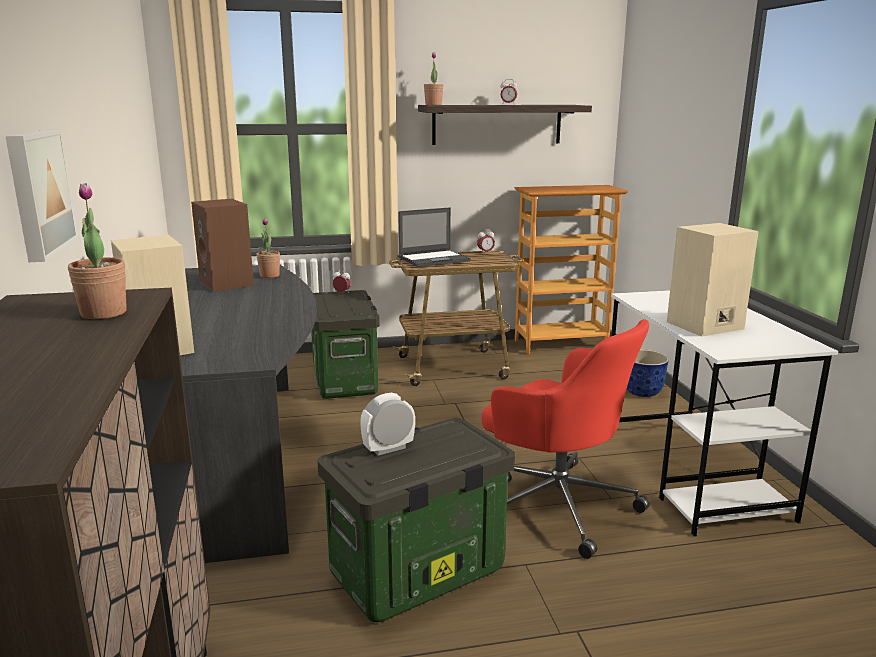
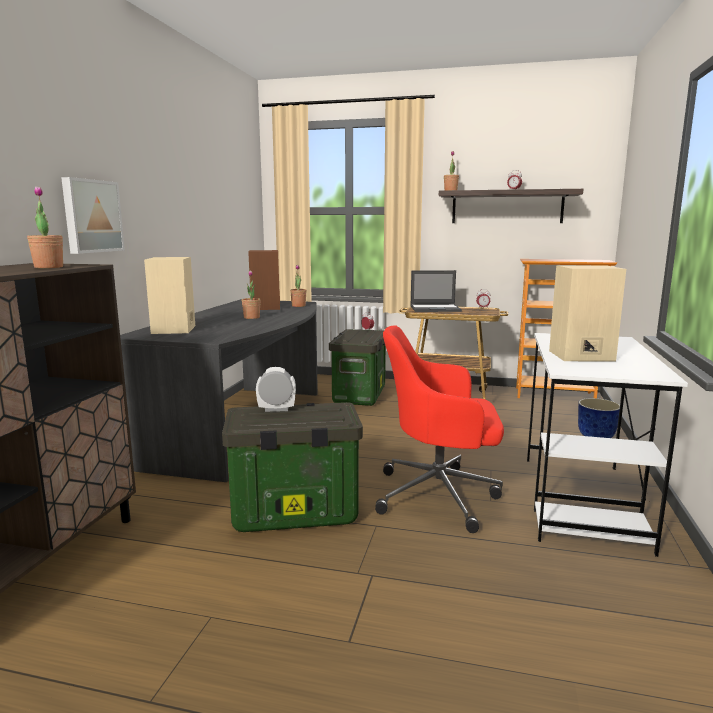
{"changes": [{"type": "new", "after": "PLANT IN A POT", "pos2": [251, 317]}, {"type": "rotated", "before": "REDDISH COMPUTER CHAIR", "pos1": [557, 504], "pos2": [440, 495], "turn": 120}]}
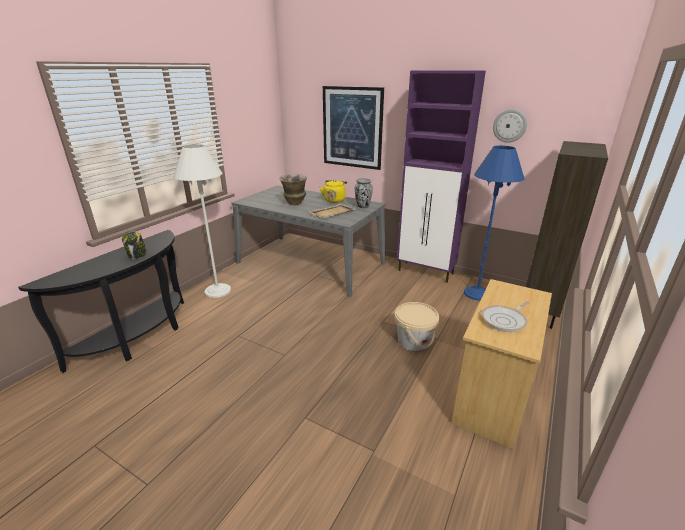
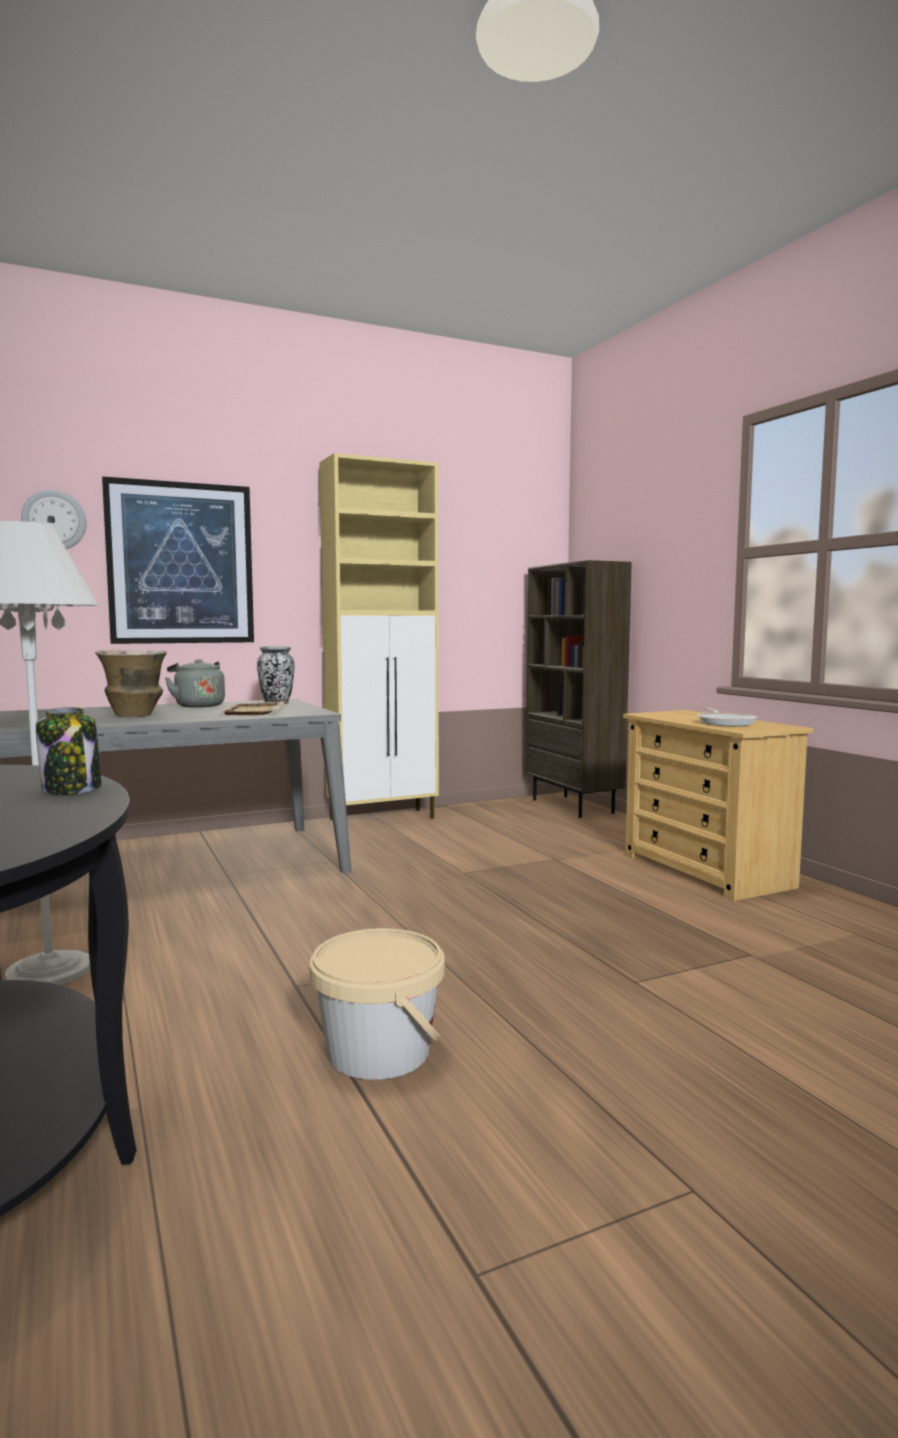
{"changes": [{"type": "gone", "before": "BLUISH STANDING LAMP", "pos1": [477, 293]}, {"type": "shifted", "before": "BEIGE PAIL", "pos1": [414, 340], "pos2": [378, 1052]}, {"type": "shifted", "before": "CLOCK ON THE WALL", "pos1": [509, 125], "pos2": [54, 520]}, {"type": "repainted", "before": "YELLOWISH KETTLE", "after": "GREY KETTLE", "pos1": [334, 200], "pos2": [198, 706]}, {"type": "repainted", "before": "PURPLISH STORAGE CABINET", "after": "BEIGE STORAGE CABINET", "pos1": [426, 272], "pos2": [383, 819]}]}
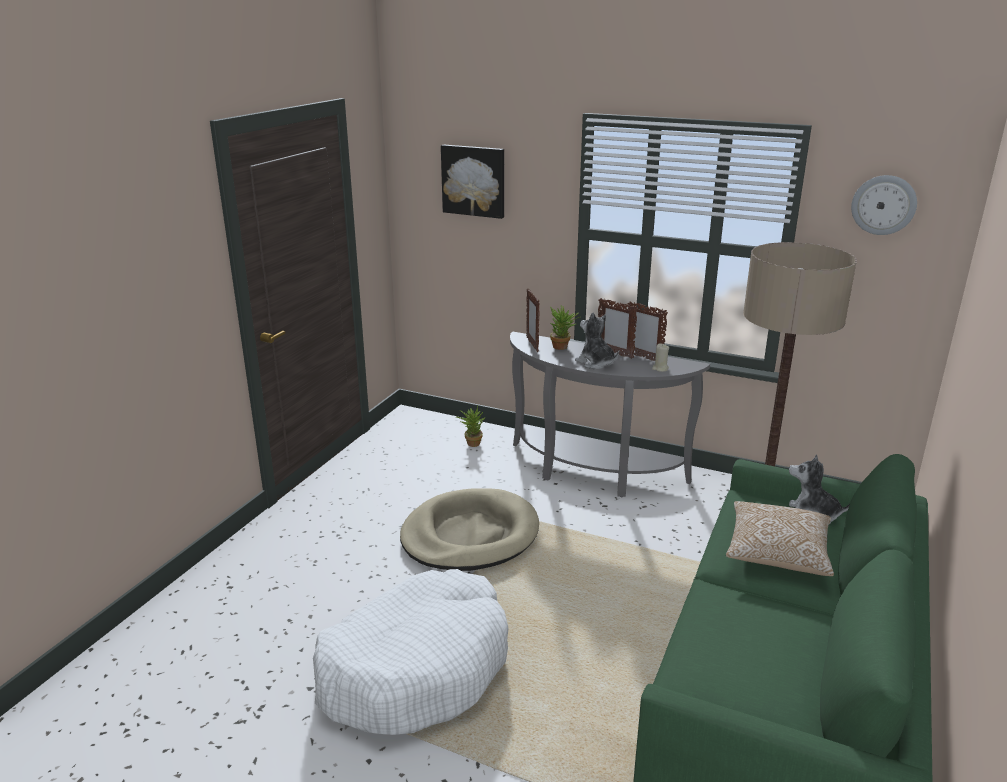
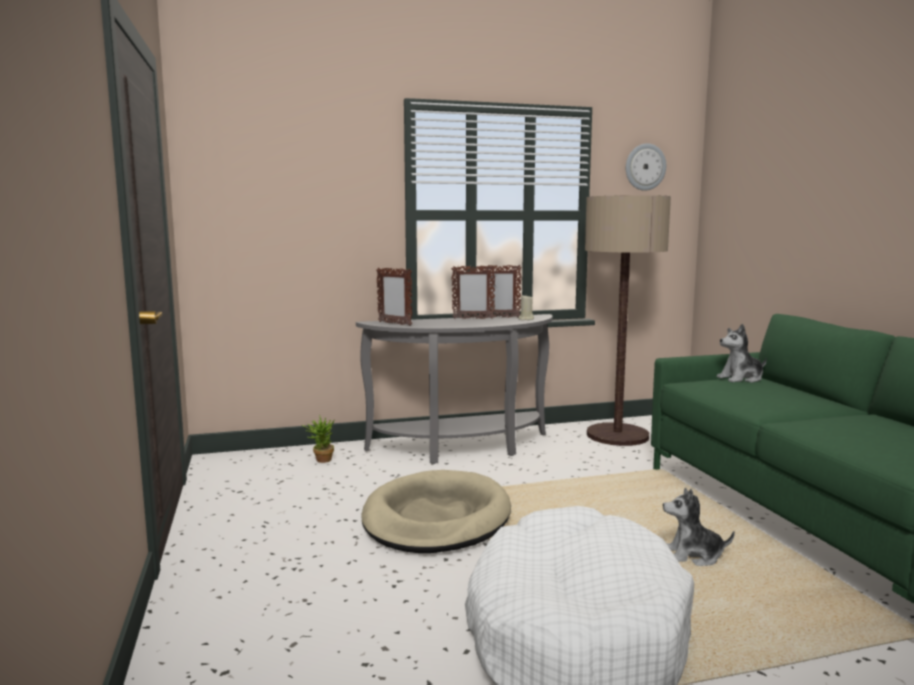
{"changes": [{"type": "gone", "before": "WALL ART", "pos1": [474, 180]}, {"type": "gone", "before": "PLANT IN A POT", "pos1": [563, 347]}, {"type": "gone", "before": "THROW PILLOW", "pos1": [777, 553]}, {"type": "shifted", "before": "PLUSH TOY", "pos1": [596, 363], "pos2": [693, 556]}]}
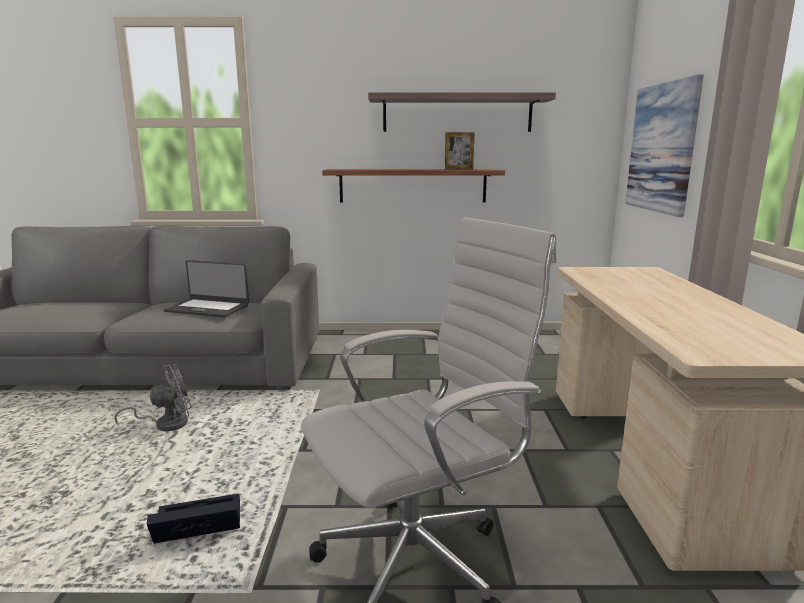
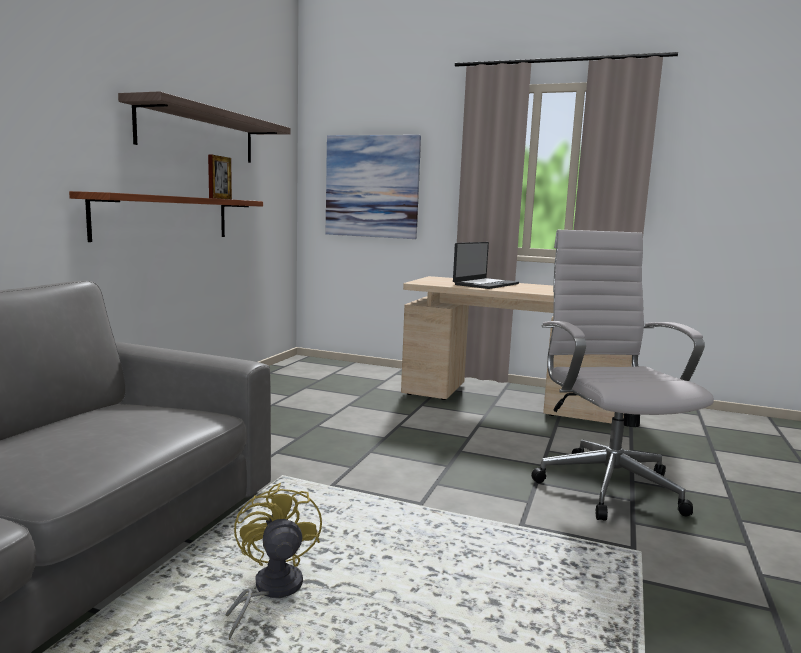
{"changes": [{"type": "gone", "before": "BLACKISH STORAGE BIN", "pos1": [196, 527]}, {"type": "shifted", "before": "PORTABLE COMPUTER", "pos1": [208, 308], "pos2": [485, 284]}, {"type": "repainted", "before": "GREY ELECTRIC FAN", "after": "YELLOWISH ELECTRIC FAN", "pos1": [166, 424], "pos2": [270, 590]}]}
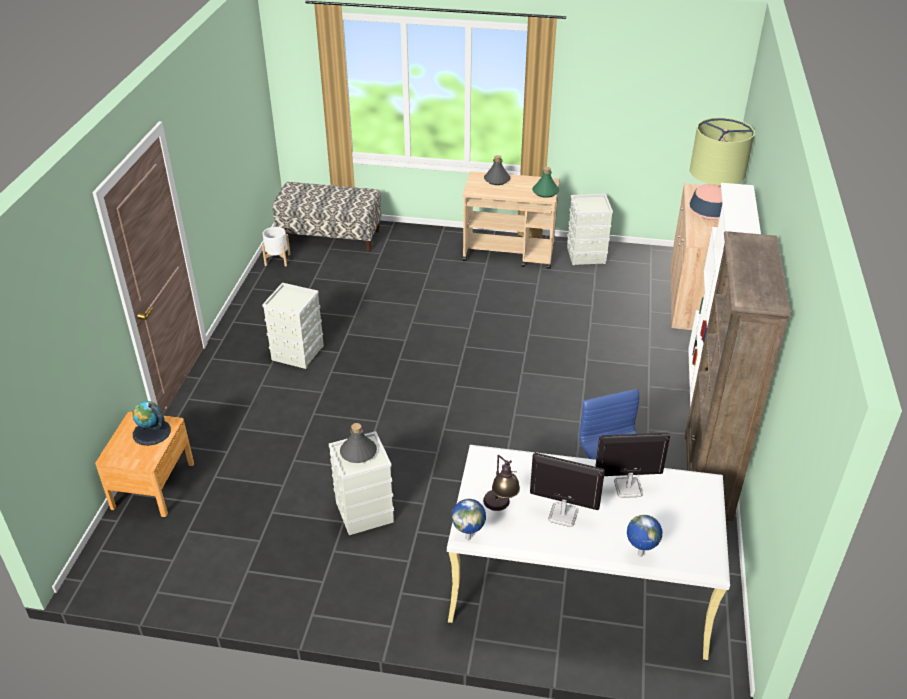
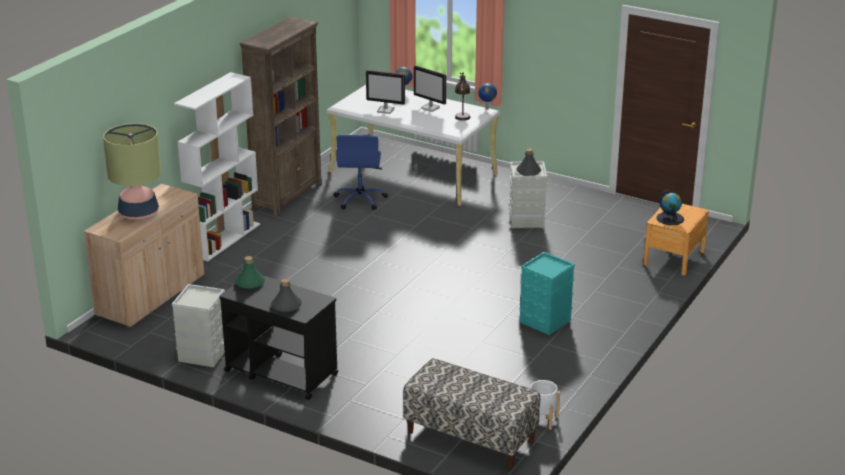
{"changes": [{"type": "repainted", "before": "GREY STORAGE BIN", "after": "TURQUOISE STORAGE BIN", "pos1": [297, 352], "pos2": [545, 321]}, {"type": "repainted", "before": "BEIGE CART", "after": "BLACKISH CART", "pos1": [509, 253], "pos2": [280, 372]}]}
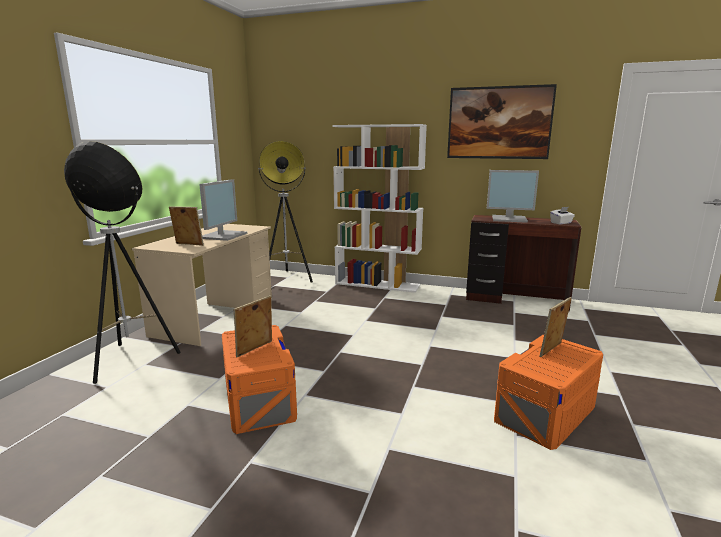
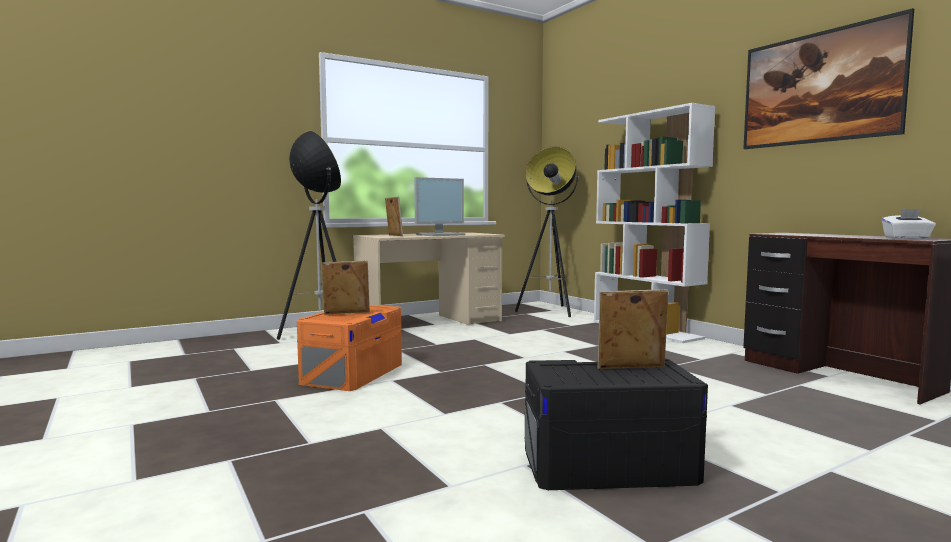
{"changes": [{"type": "gone", "before": "MONITOR", "pos1": [510, 219]}, {"type": "repainted", "before": "ORANGEY STORAGE BIN", "after": "BLACKISH STORAGE BIN", "pos1": [545, 413], "pos2": [608, 465]}]}
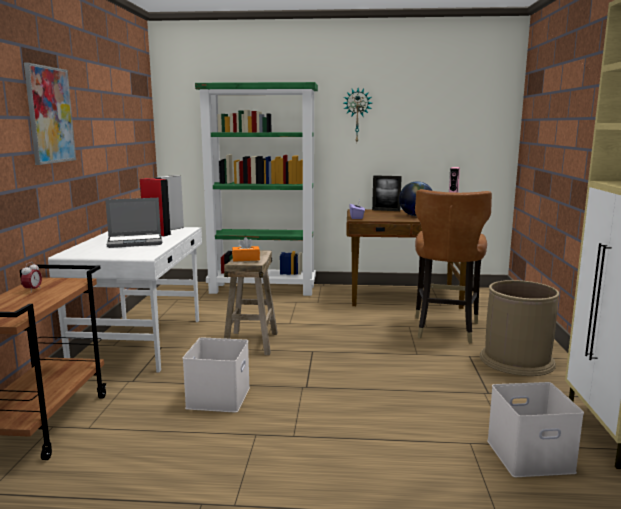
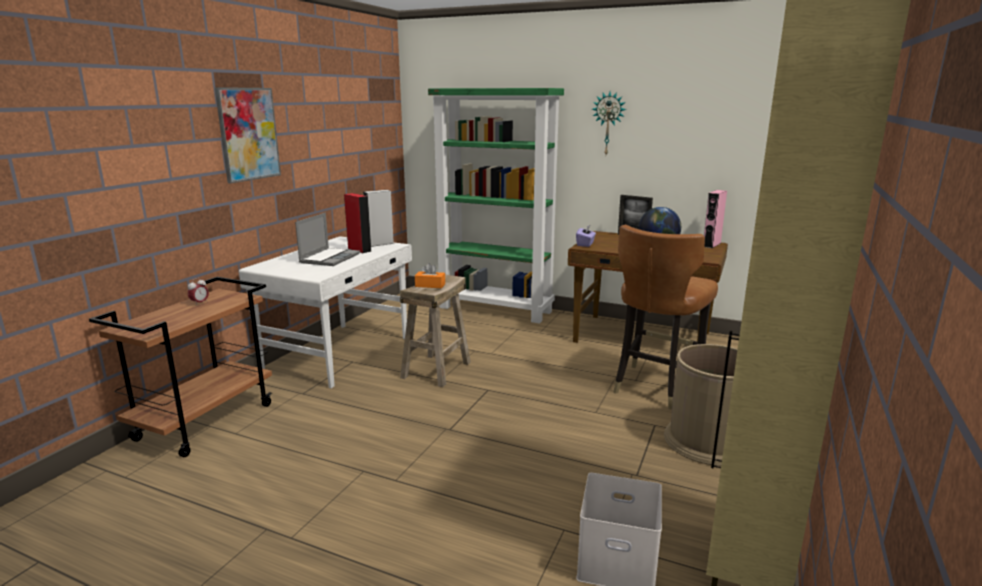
{"changes": [{"type": "gone", "before": "WHITE-COLOURED STORAGE BIN", "pos1": [217, 397]}, {"type": "rotated", "before": "PORTABLE COMPUTER", "pos1": [136, 242], "pos2": [329, 258], "turn": -75}]}
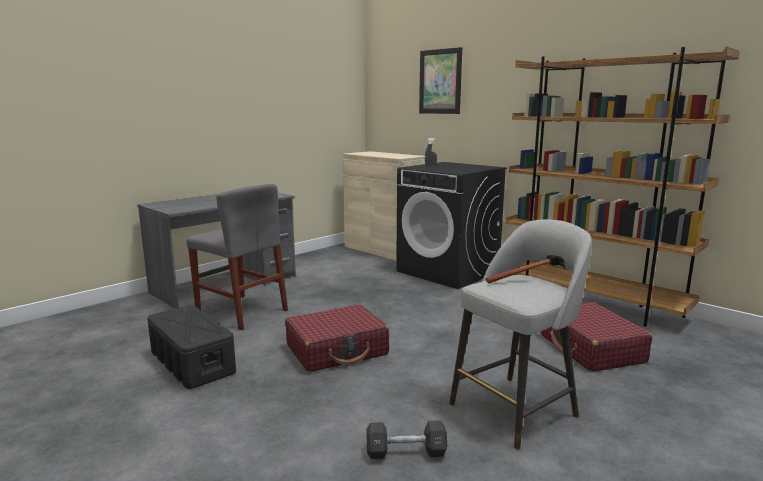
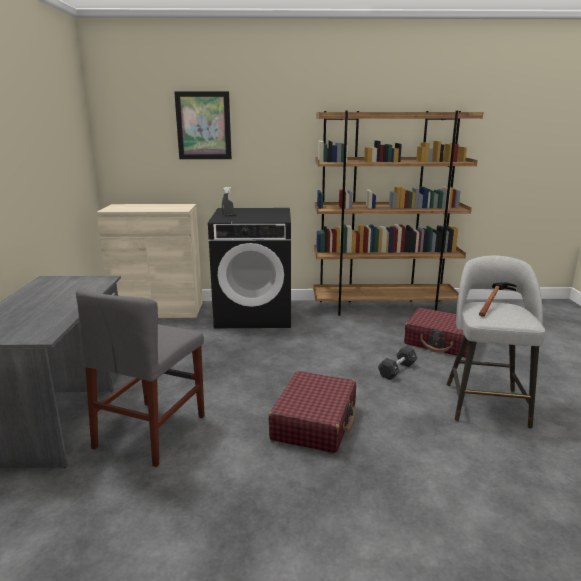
{"changes": [{"type": "gone", "before": "BLACKISH STORAGE BIN", "pos1": [192, 362]}, {"type": "shifted", "before": "BLACKISH FREE WEIGHT", "pos1": [406, 452], "pos2": [397, 370]}, {"type": "rotated", "before": "GREY UPRIGHT CHAIR", "pos1": [241, 311], "pos2": [151, 431], "turn": 120}]}
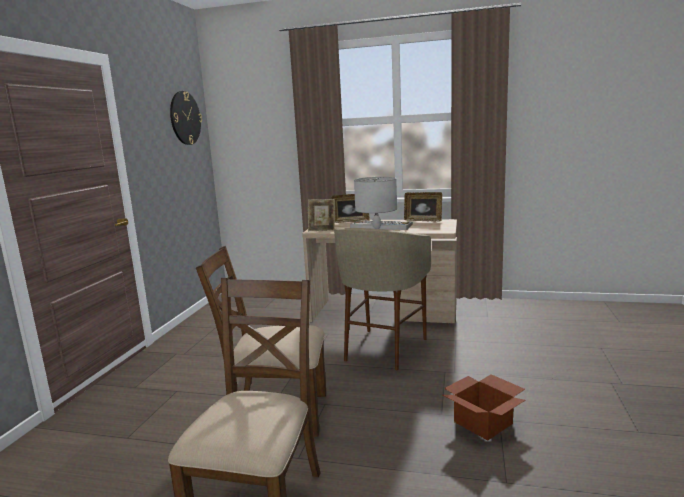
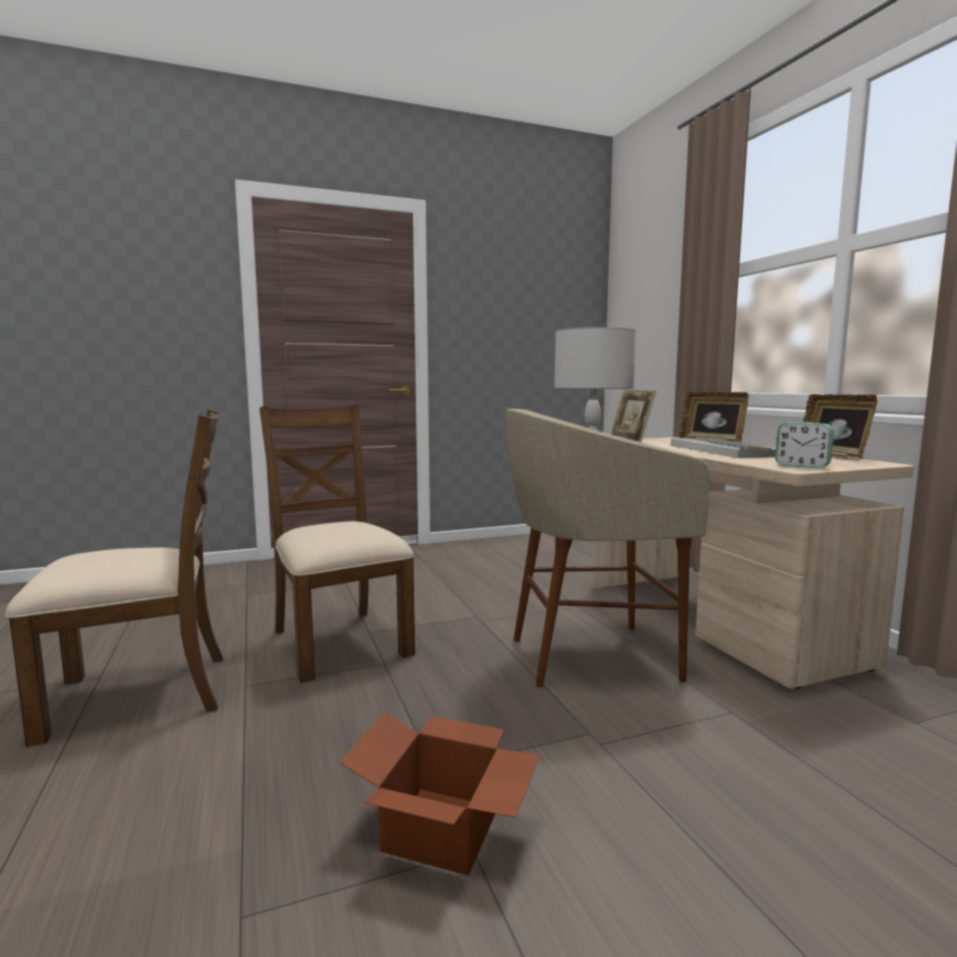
{"changes": [{"type": "gone", "before": "CLOCK ON THE WALL", "pos1": [185, 118]}, {"type": "new", "after": "ALARM CLOCK", "pos2": [802, 466]}]}
